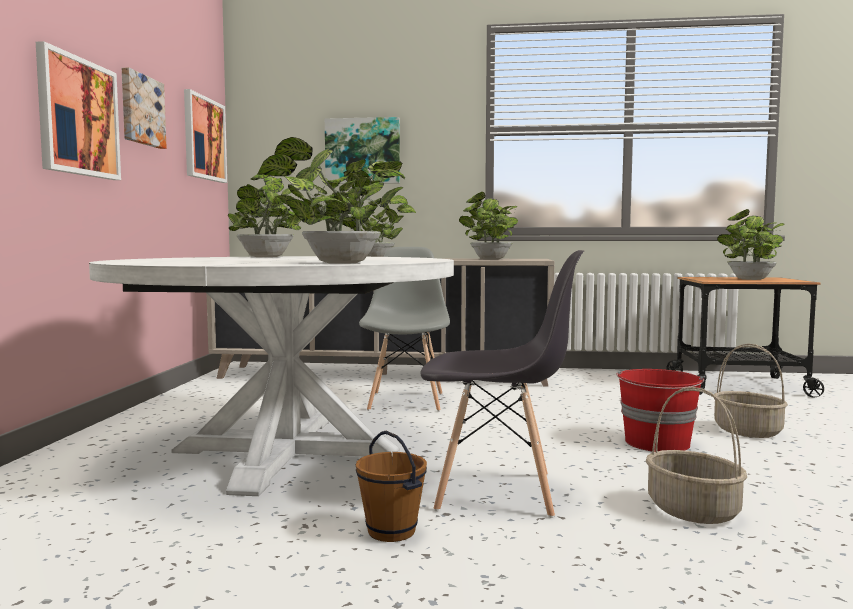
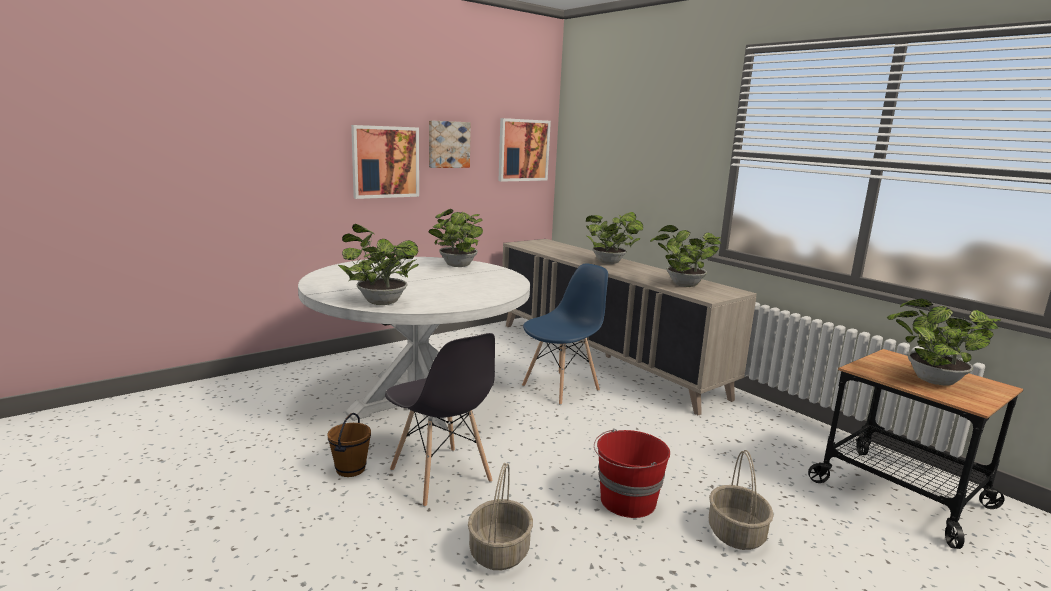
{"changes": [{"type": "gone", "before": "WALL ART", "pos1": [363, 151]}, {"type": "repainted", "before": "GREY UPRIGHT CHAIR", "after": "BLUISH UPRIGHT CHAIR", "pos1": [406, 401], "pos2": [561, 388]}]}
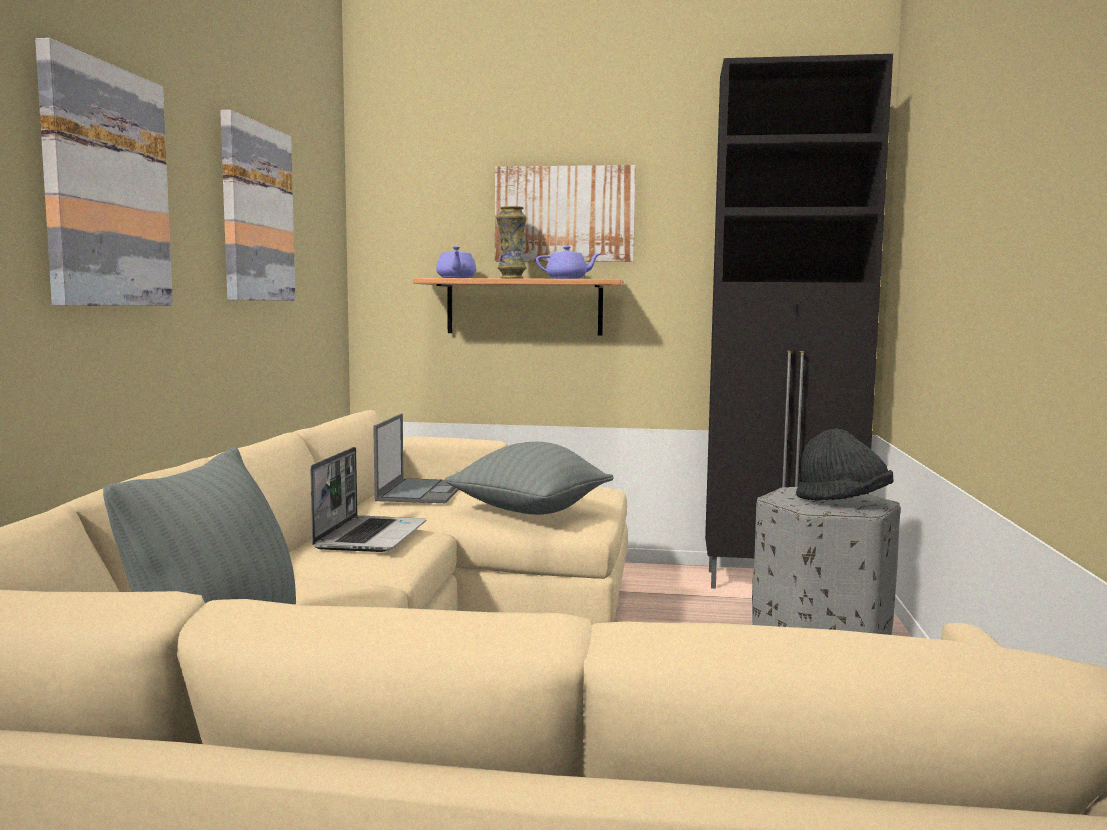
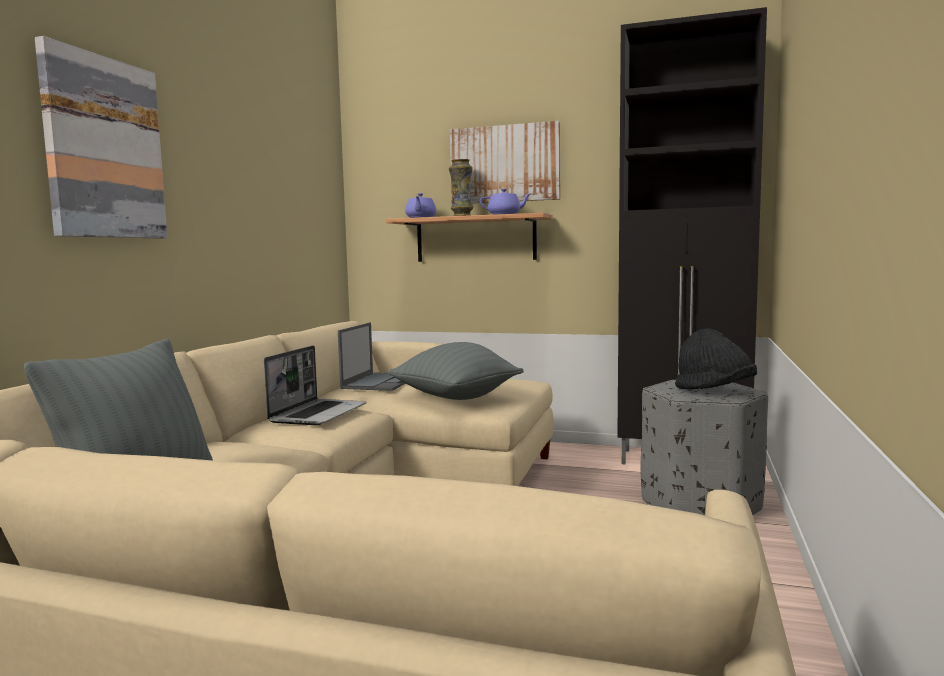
{"changes": [{"type": "gone", "before": "WALL ART", "pos1": [256, 213]}]}
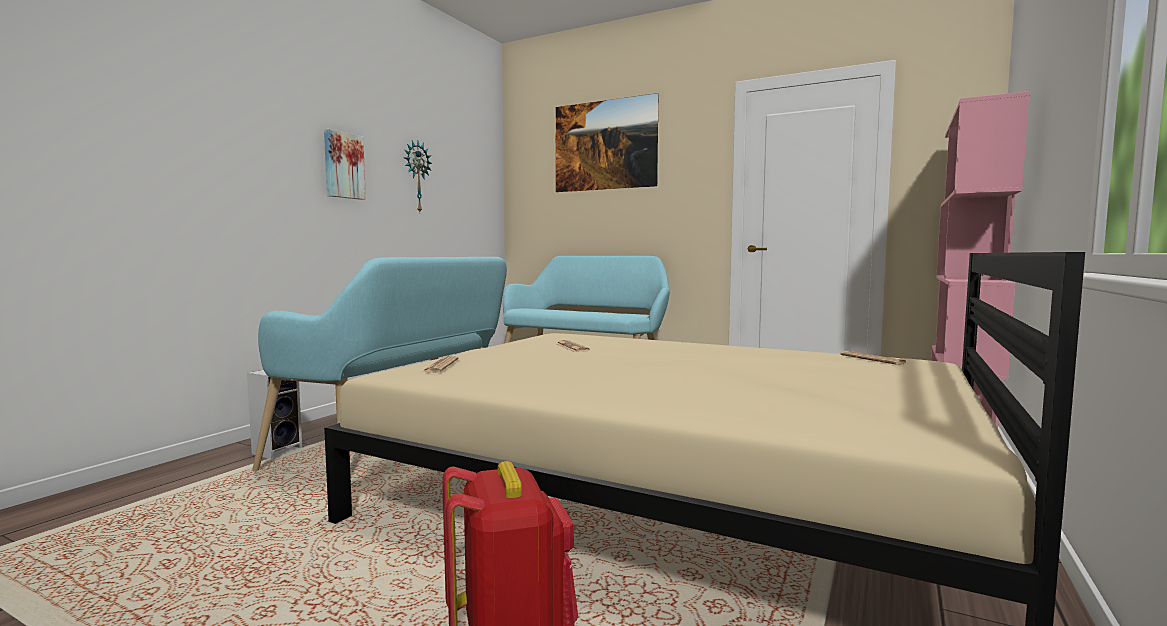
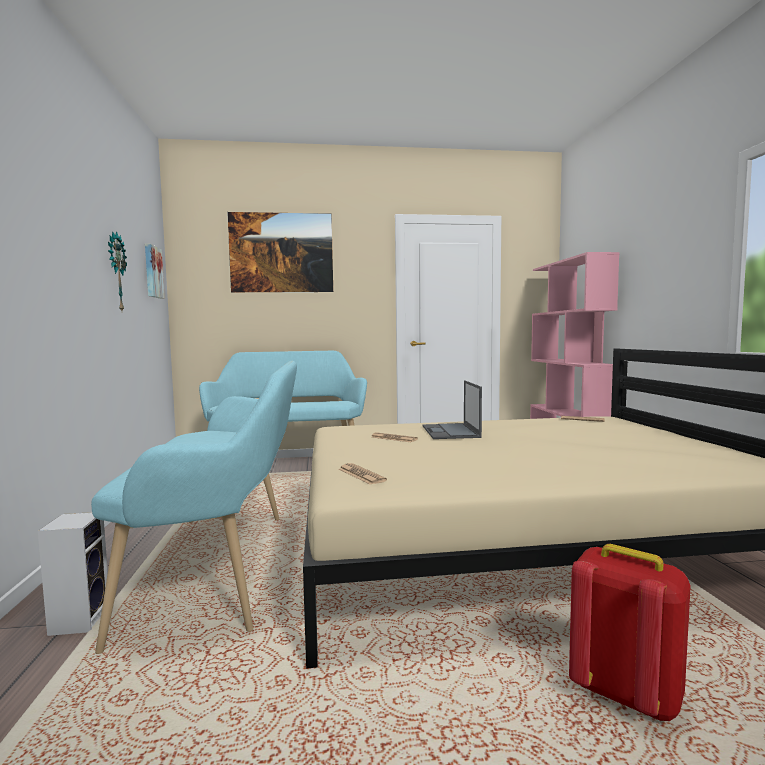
{"changes": [{"type": "new", "after": "PORTABLE COMPUTER", "pos2": [451, 432]}, {"type": "shifted", "before": "WALL ART", "pos1": [343, 165], "pos2": [152, 272]}]}
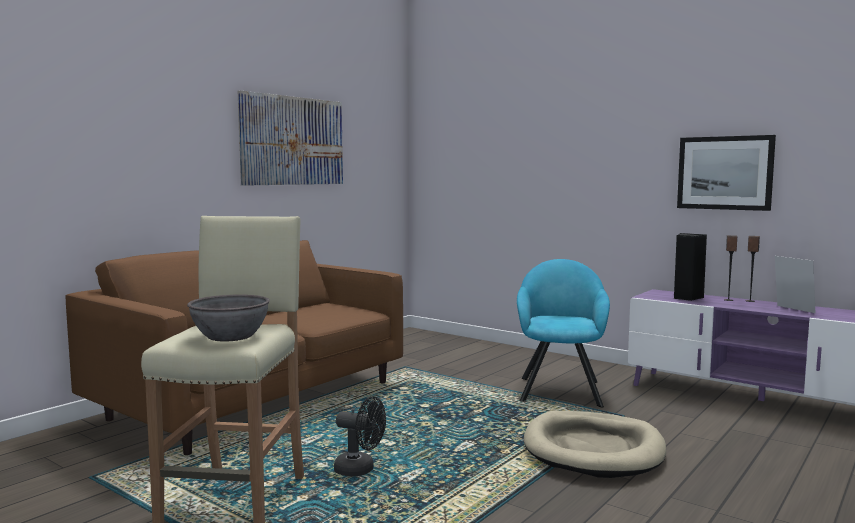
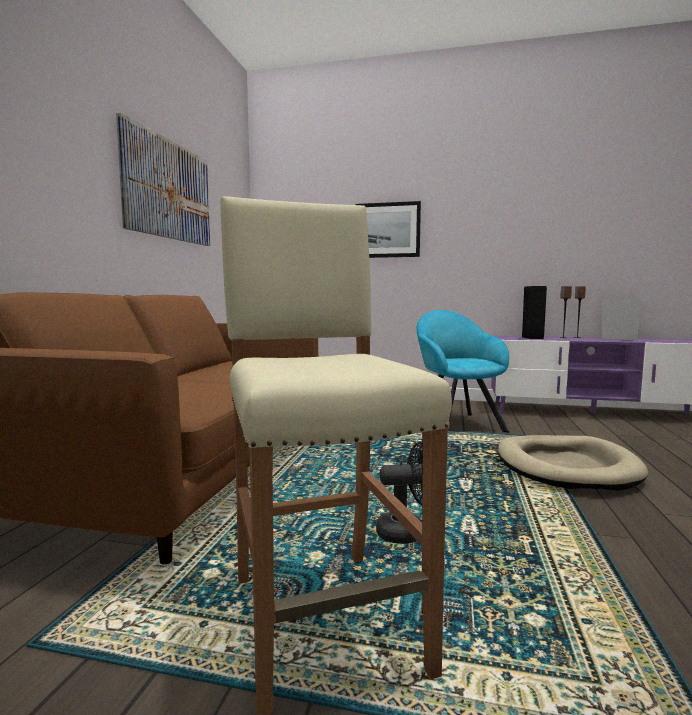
{"changes": [{"type": "gone", "before": "GREY BOWL", "pos1": [230, 336]}, {"type": "shifted", "before": "WALL ART", "pos1": [724, 173], "pos2": [387, 230]}]}
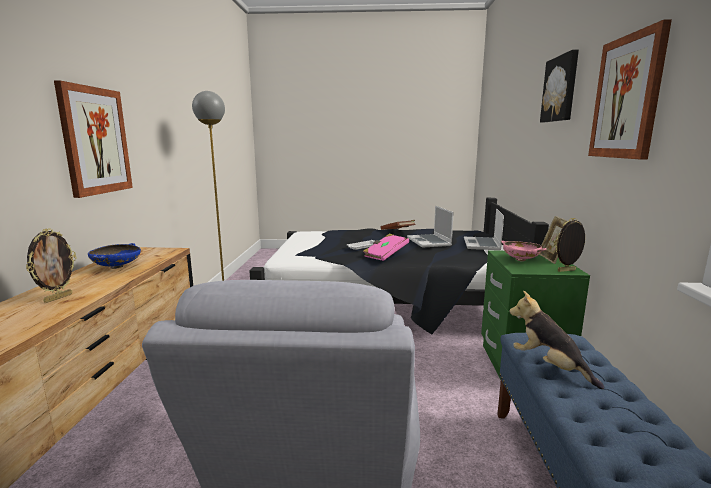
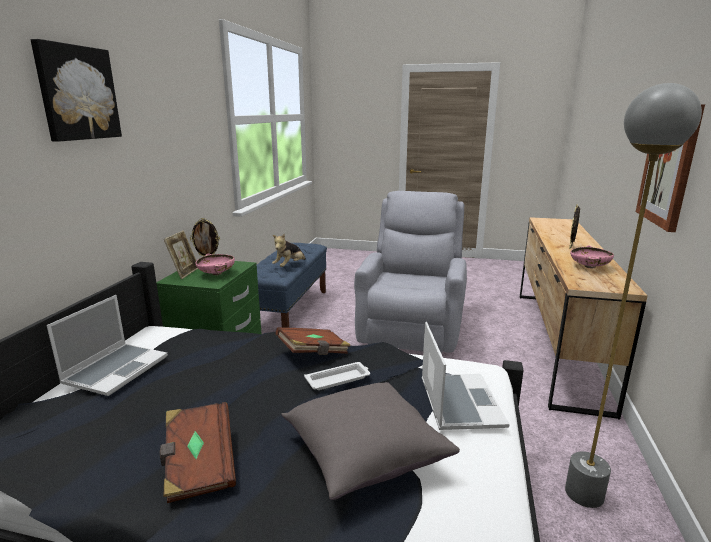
{"changes": [{"type": "gone", "before": "WALL ART", "pos1": [627, 97]}, {"type": "new", "after": "GREY THROW PILLOW", "pos2": [364, 454]}, {"type": "shifted", "before": "PORTABLE COMPUTER", "pos1": [429, 242], "pos2": [459, 402]}, {"type": "repainted", "before": "BLUISH BOWL", "after": "PINK-COLOURED BOWL", "pos1": [117, 267], "pos2": [589, 267]}, {"type": "repainted", "before": "PINK-COLOURED BOOK", "after": "BROWN-COLOURED BOOK", "pos1": [385, 255], "pos2": [313, 353]}, {"type": "rotated", "before": "PLUSH TOY", "pos1": [549, 366], "pos2": [289, 266], "turn": 60}]}
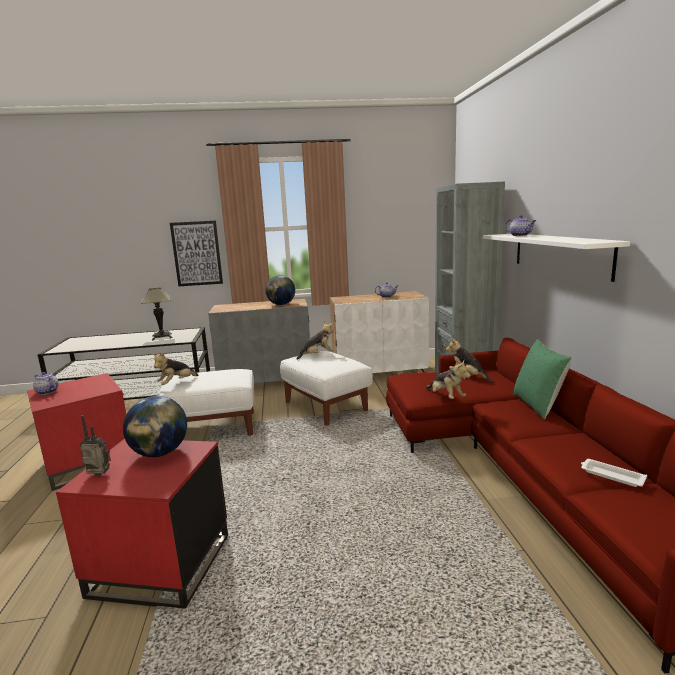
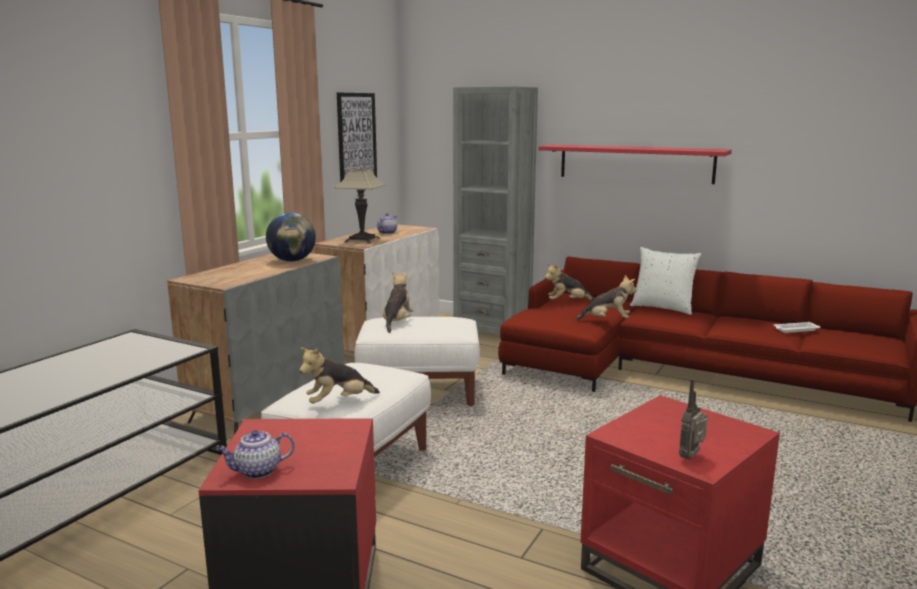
{"changes": [{"type": "gone", "before": "DESK GLOBE", "pos1": [160, 453]}, {"type": "gone", "before": "POT FOR TEA", "pos1": [520, 235]}, {"type": "shifted", "before": "LAMP FOR A TABLE", "pos1": [162, 337], "pos2": [362, 240]}, {"type": "shifted", "before": "WALL ART", "pos1": [197, 253], "pos2": [356, 136]}, {"type": "repainted", "before": "WHITE-COLOURED SHELF", "after": "REDDISH SHELF", "pos1": [559, 253], "pos2": [635, 163]}, {"type": "repainted", "before": "GREEN-COLOURED THROW PILLOW", "after": "WHITE-COLOURED THROW PILLOW", "pos1": [538, 405], "pos2": [662, 308]}, {"type": "rotated", "before": "PLUSH TOY", "pos1": [176, 383], "pos2": [338, 402], "turn": 75}]}
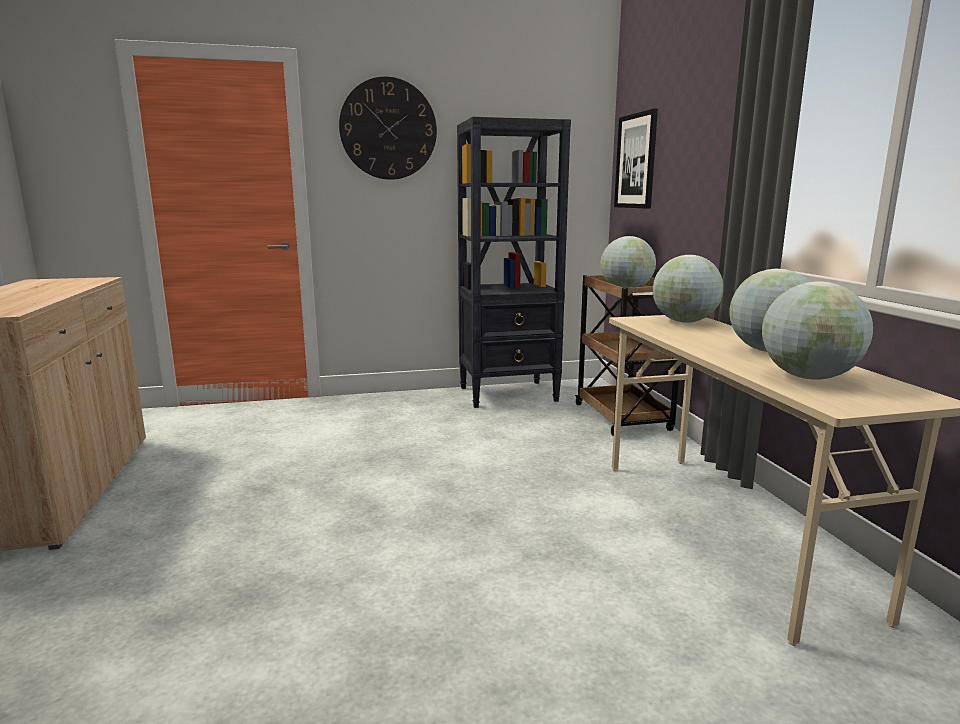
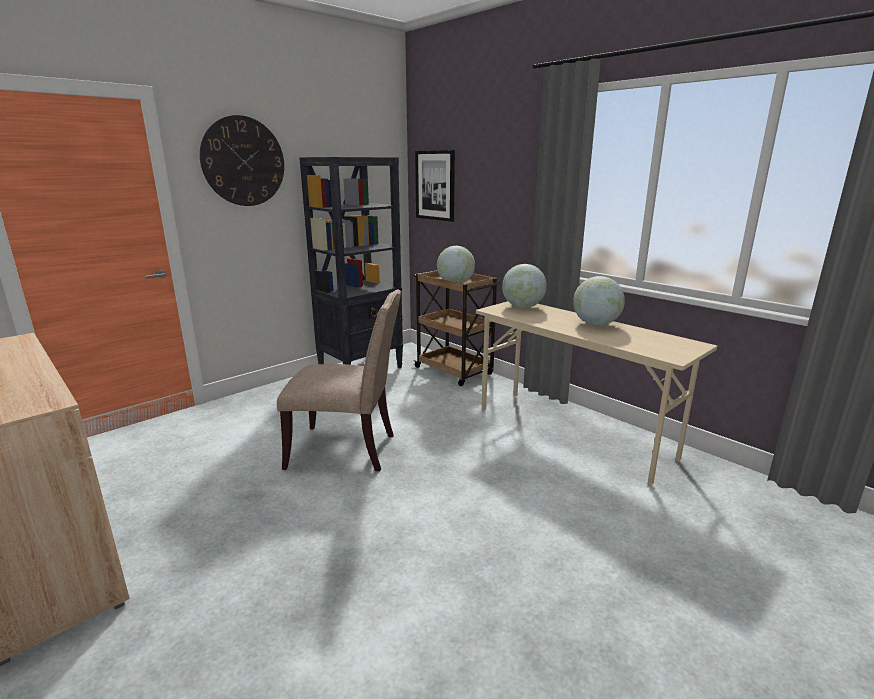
{"changes": [{"type": "gone", "before": "DESK GLOBE", "pos1": [809, 377]}, {"type": "new", "after": "BEIGE UPRIGHT CHAIR", "pos2": [347, 450]}]}
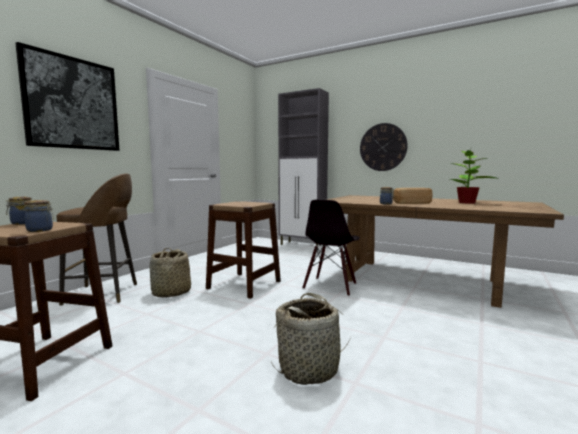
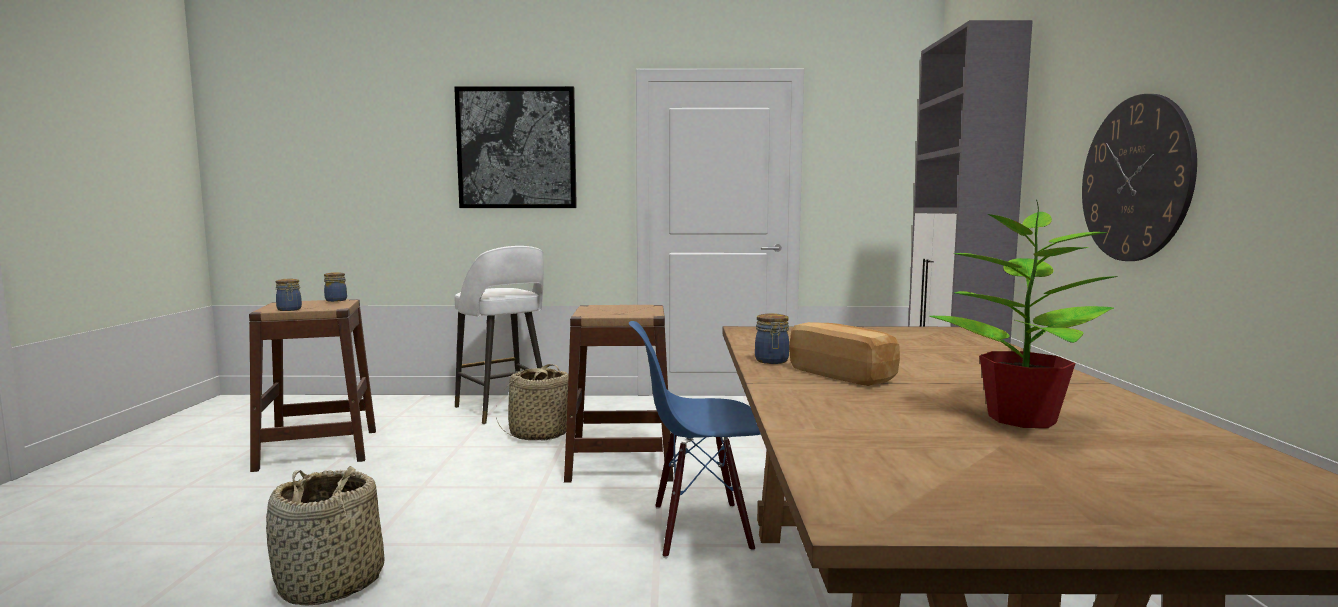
{"changes": [{"type": "repainted", "before": "BROWN-COLOURED STOOL", "after": "WHITE-COLOURED STOOL", "pos1": [104, 294], "pos2": [503, 409]}, {"type": "repainted", "before": "BLACKISH UPRIGHT CHAIR", "after": "BLUISH UPRIGHT CHAIR", "pos1": [330, 286], "pos2": [700, 528]}]}
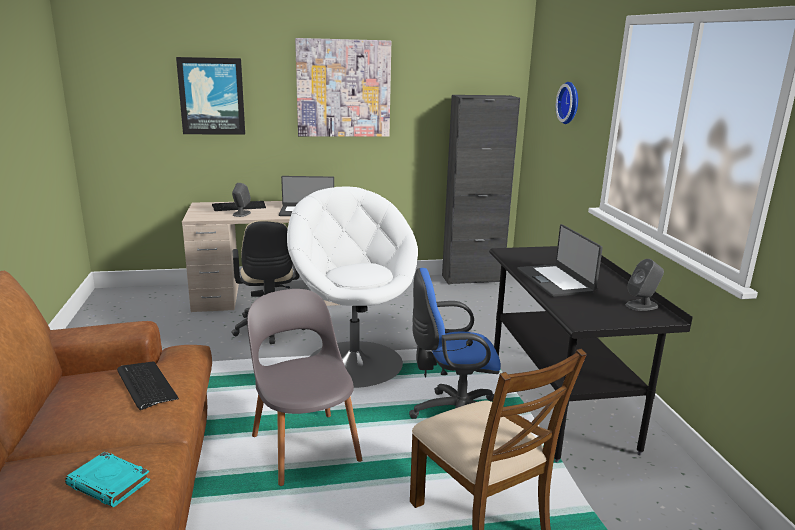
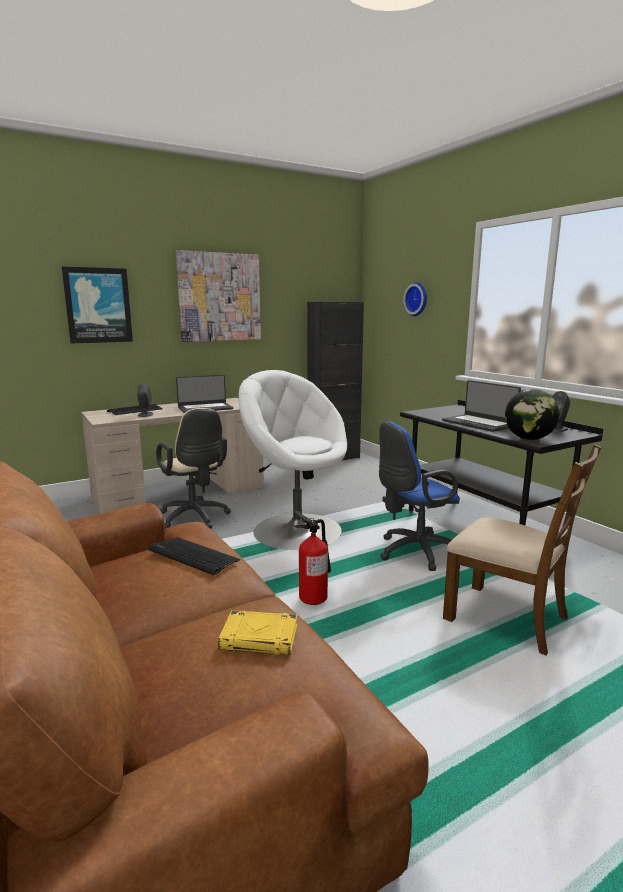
{"changes": [{"type": "new", "after": "DESK GLOBE", "pos2": [529, 438]}, {"type": "swapped", "before": "GREY UPRIGHT CHAIR", "after": "FIRE-FIGHTING CYLINDER", "pos1": [304, 444], "pos2": [314, 598]}, {"type": "repainted", "before": "TURQUOISE BOOK", "after": "YELLOWISH BOOK", "pos1": [110, 483], "pos2": [260, 638]}]}
